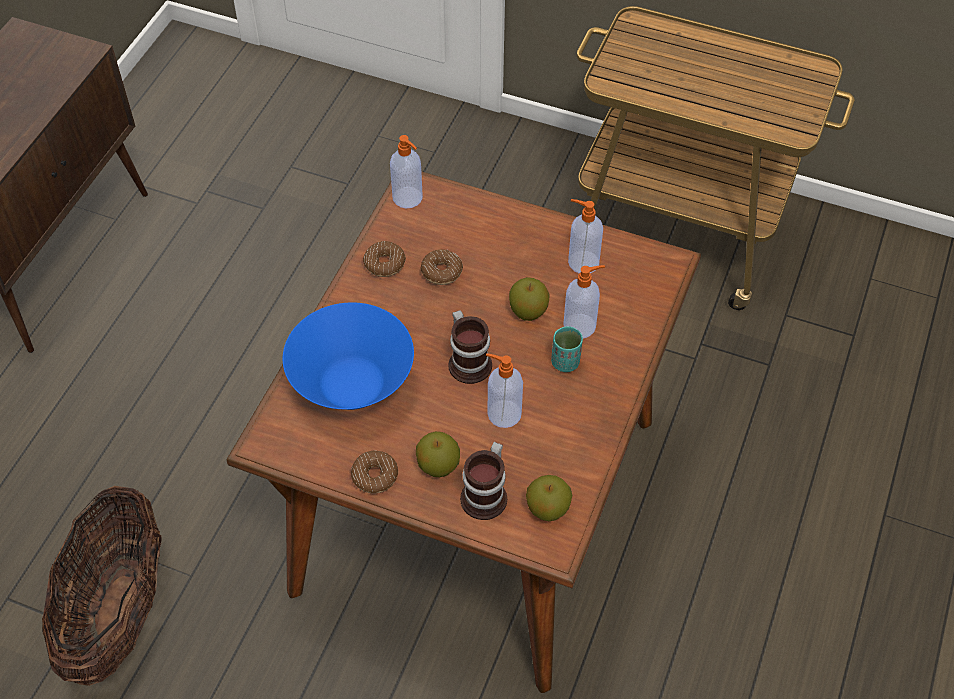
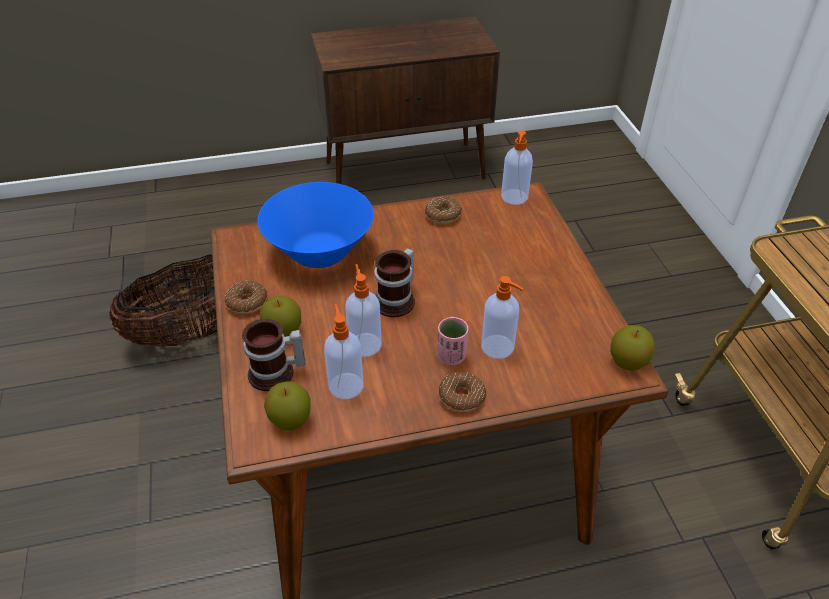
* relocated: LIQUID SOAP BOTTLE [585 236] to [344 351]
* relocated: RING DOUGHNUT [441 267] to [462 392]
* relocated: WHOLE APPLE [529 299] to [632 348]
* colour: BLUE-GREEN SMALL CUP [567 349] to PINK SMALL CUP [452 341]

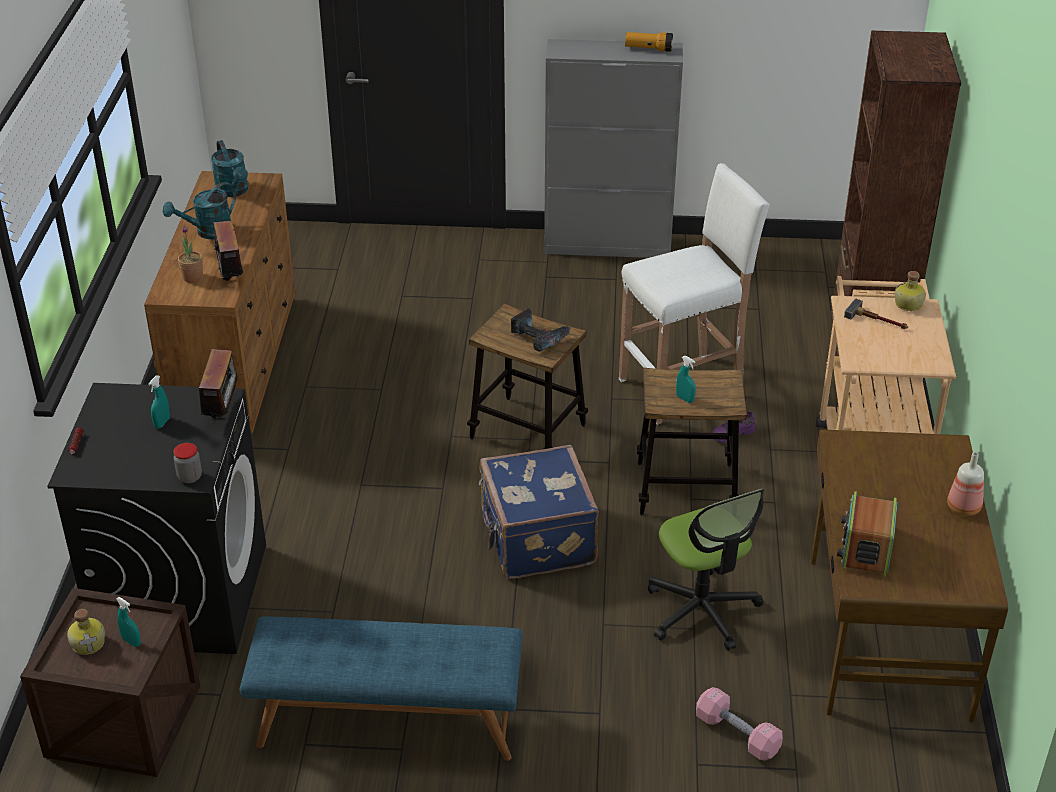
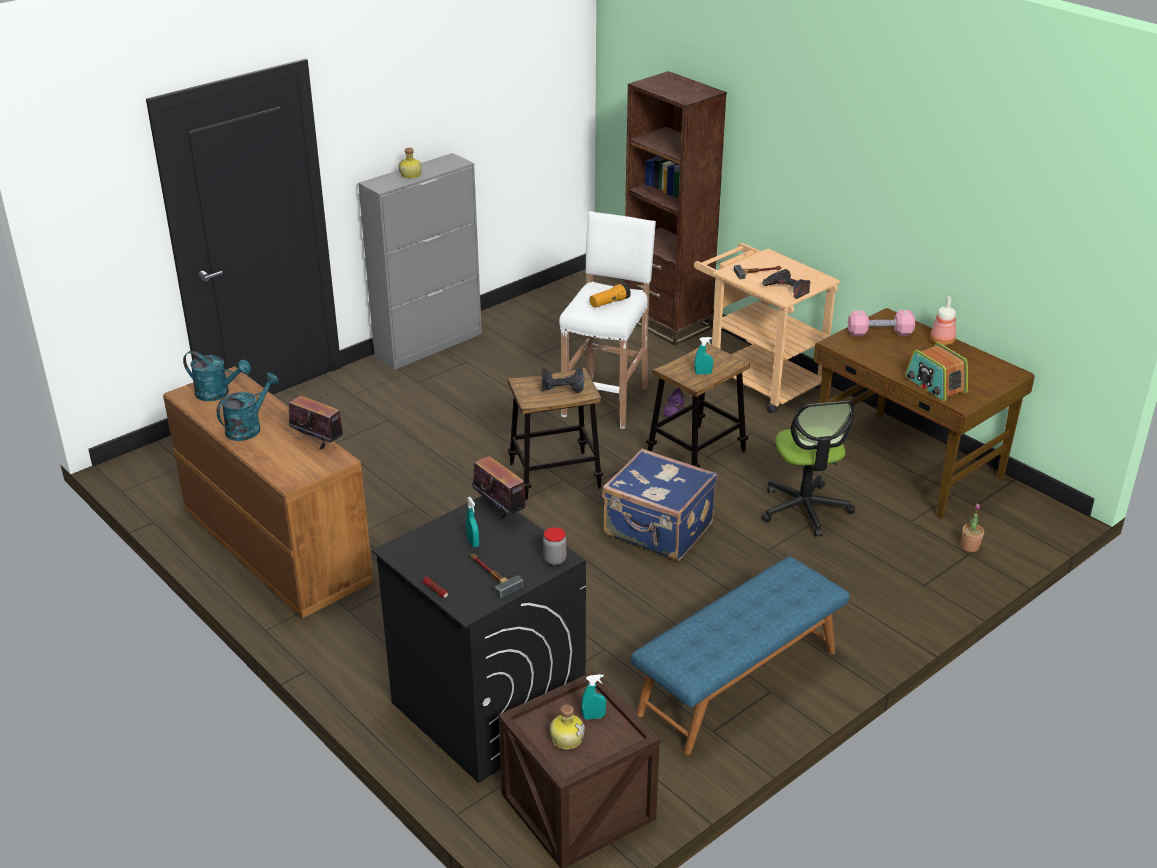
* relocated: FLASHLIGHT [649 42] to [610 295]
* spun: BLUE-GREEN SPRINKLING CAN [199 210] = [248 407] 150 degrees counterclockwise
* relocated: HOUSEPLANT [190 254] to [972 528]
* relocated: BEVERAGE BOTTLE [910 291] to [410 163]
* spun: DESK CHAIR [706 570] = [808 469] 60 degrees clockwise
* relocated: PINK DUMBBELL [739 724] to [881 323]
* appeared: ELECTRIC DRILL [786 284]
* appeared: TOOL HAMMER [497 576]

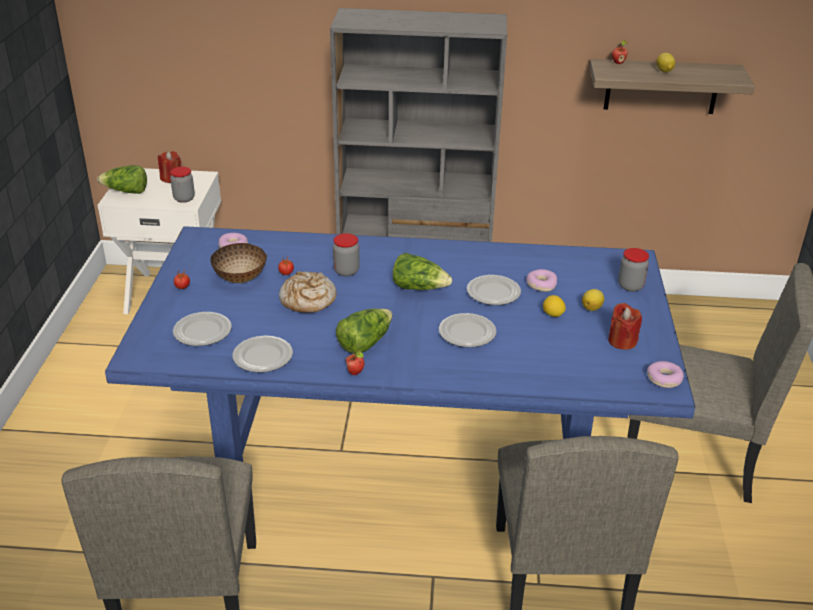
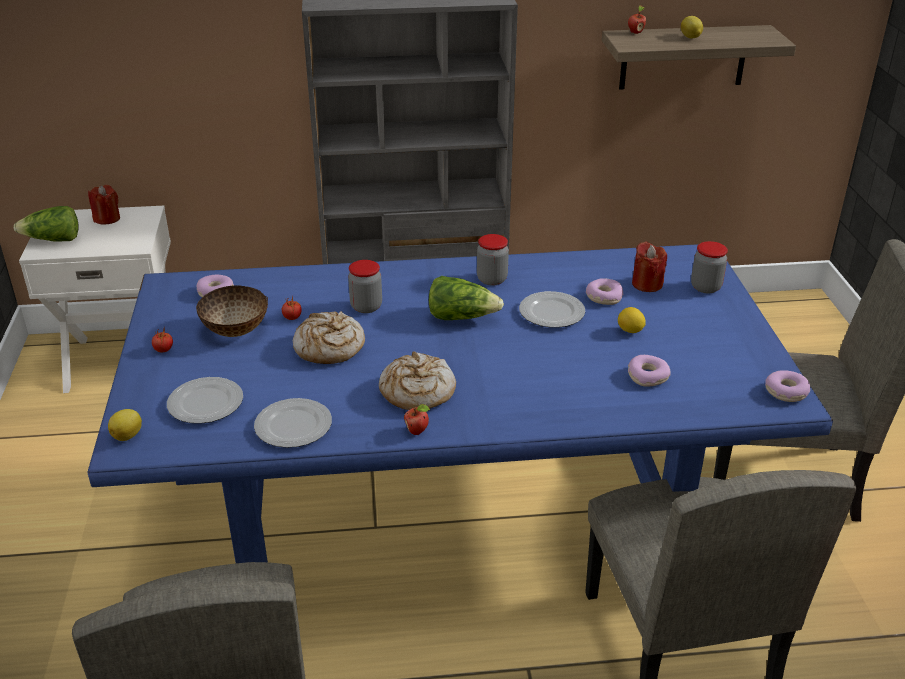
* relocated: PRESERVE JAR [182 185] to [493 260]
* relocated: LEMON [593 300] to [125 425]
* relocated: RED-COLOURED WAX CANDLE [625 326] to [649 267]
* exchanged: LETTUCE HEAD [364 331] to BREAD [417 380]
* missing: PLATE [468 330]
* appeared: RING DOUGHNUT [649 371]

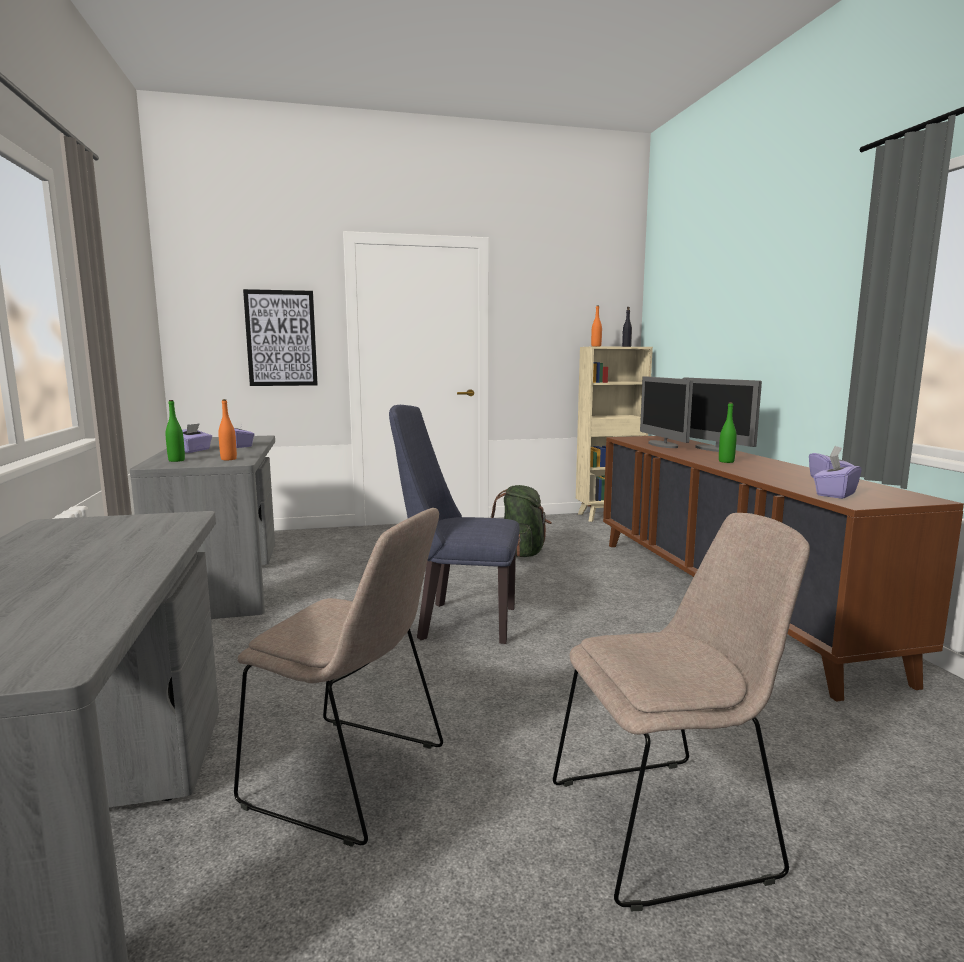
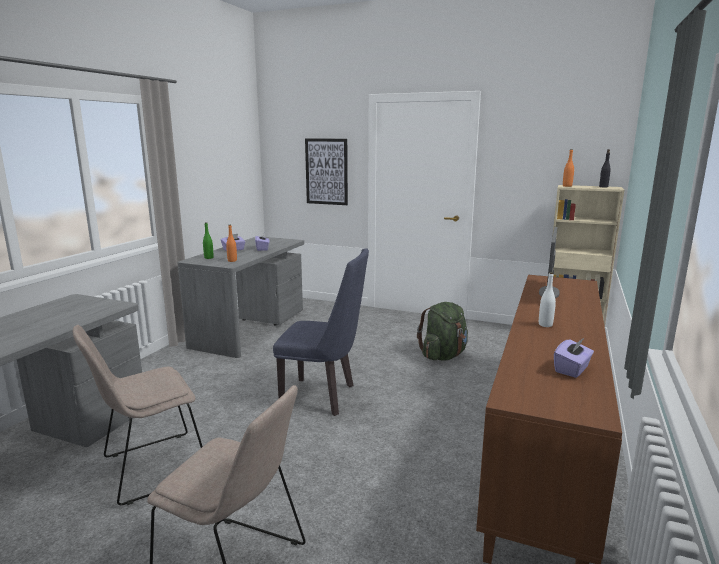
* missing: COMPUTER DISPLAY [722 415]
* colour: GREEN BEVERAGE BOTTLE [728 432] to WHITE BEVERAGE BOTTLE [547 299]
* spun: BLUE CHAIR [454 524] = [321 332] 150 degrees clockwise
* missing: PURPLE BOX OF TISSUES [838 477]
* spun: BEIGE-COLOURED CHAIR [338 677] = [138 415] 90 degrees clockwise

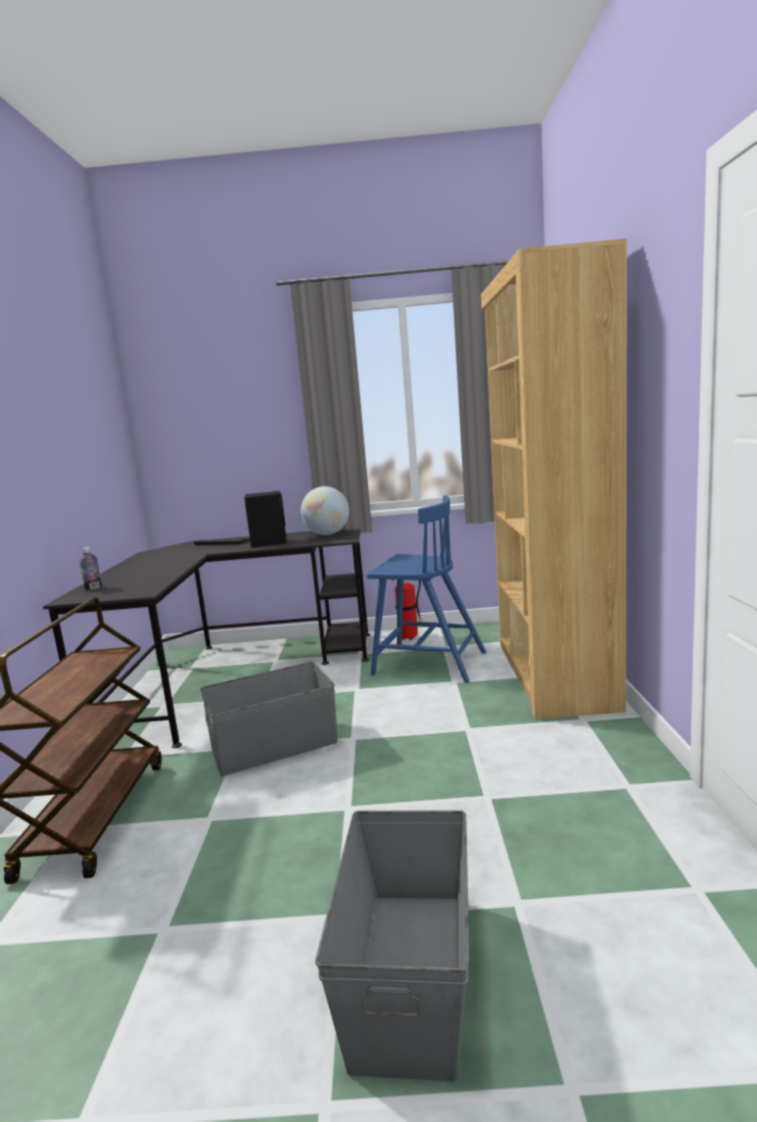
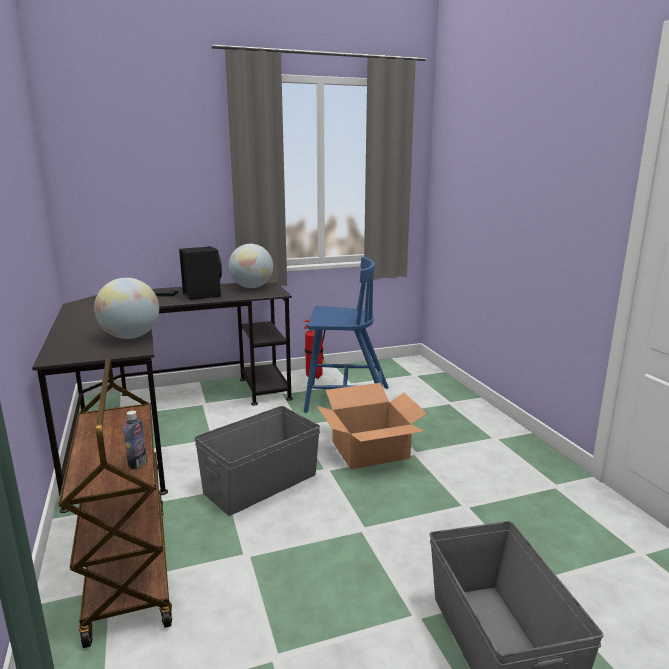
* missing: BROWNISH BOOKSHELF [554 479]
* relocated: BEVERAGE BOTTLE [91 568] to [135 440]
* appeared: GLOBE [126 308]
* appeared: CARDBOARD BOX [372 426]

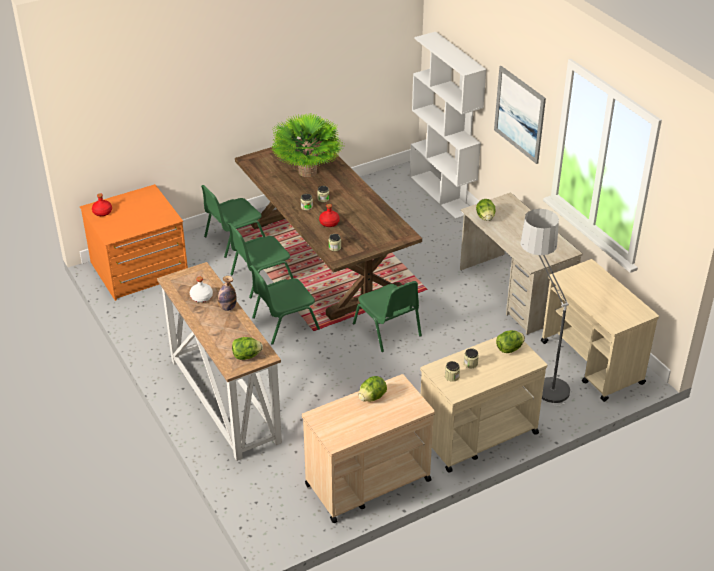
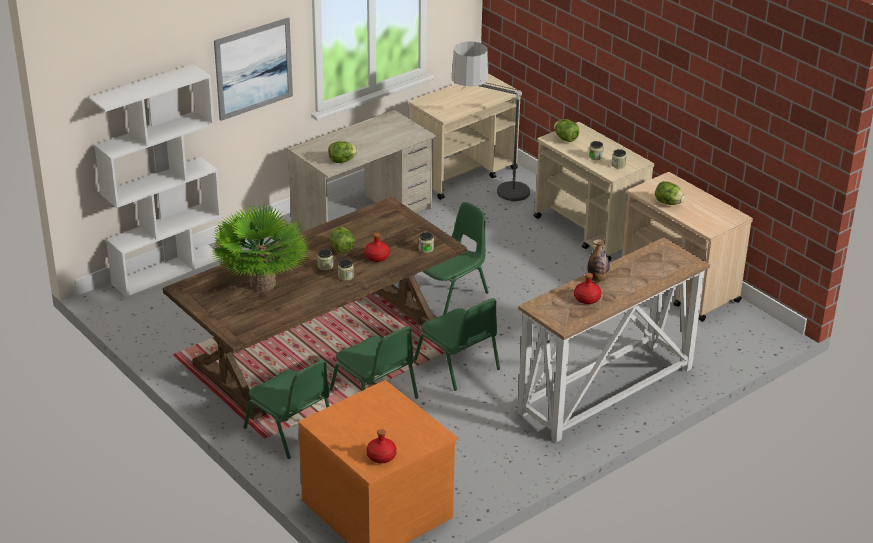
* colour: WHITE BEVERAGE BOTTLE [201 289] to RED-COLOURED BEVERAGE BOTTLE [587 288]
* relocated: LETTUCE HEAD [247 348] to [342 240]

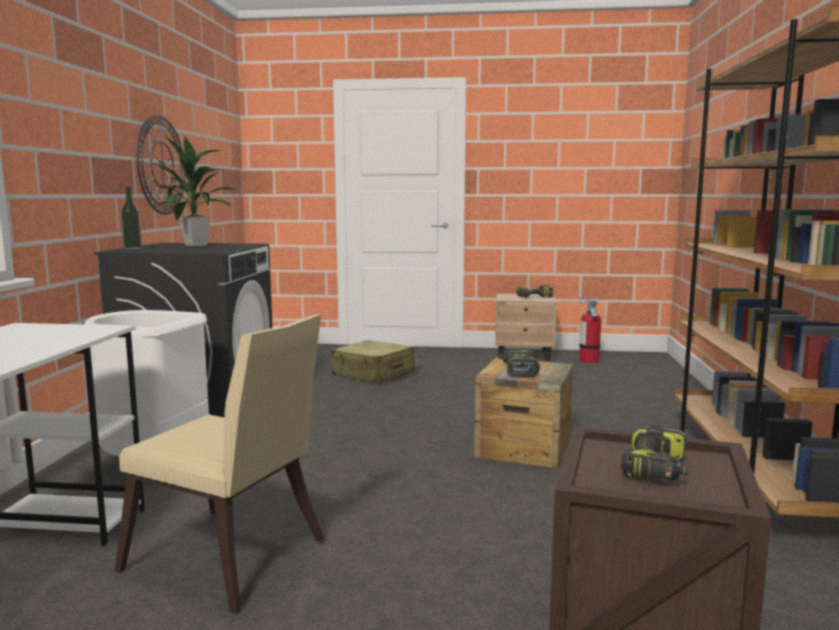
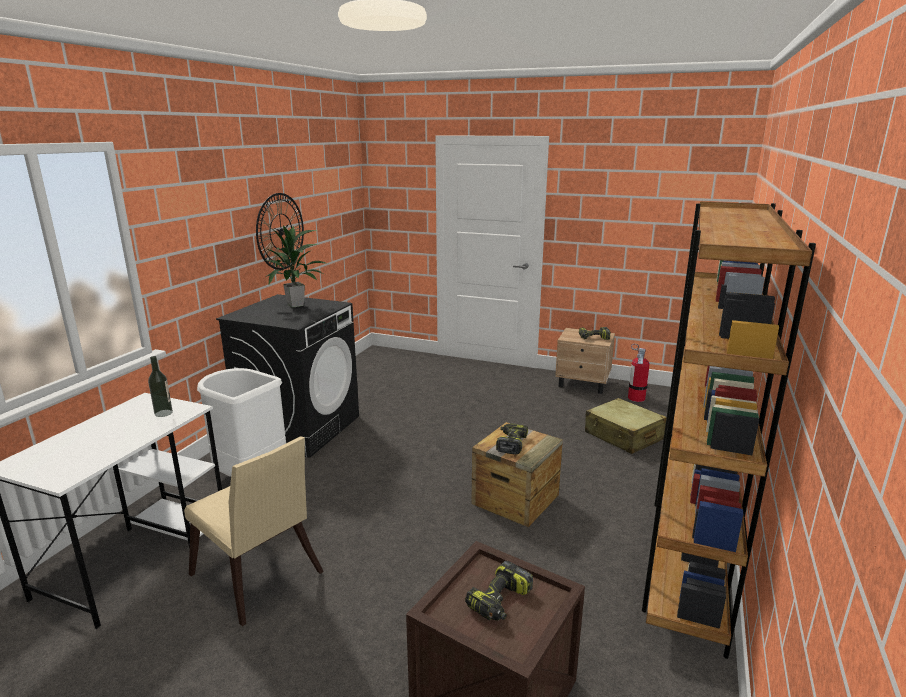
* relocated: BEVERAGE BOTTLE [131 217] to [160 386]
* relocated: BEIGE-COLOURED TRAVEL CASE [373 361] to [626 426]

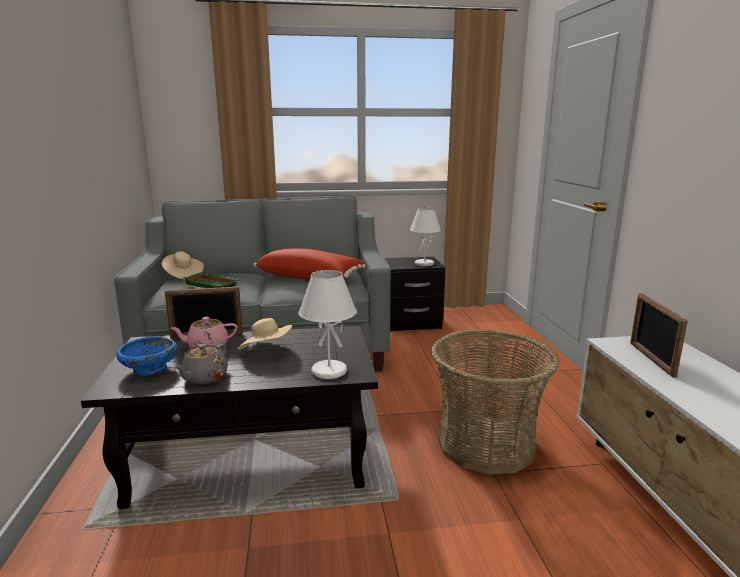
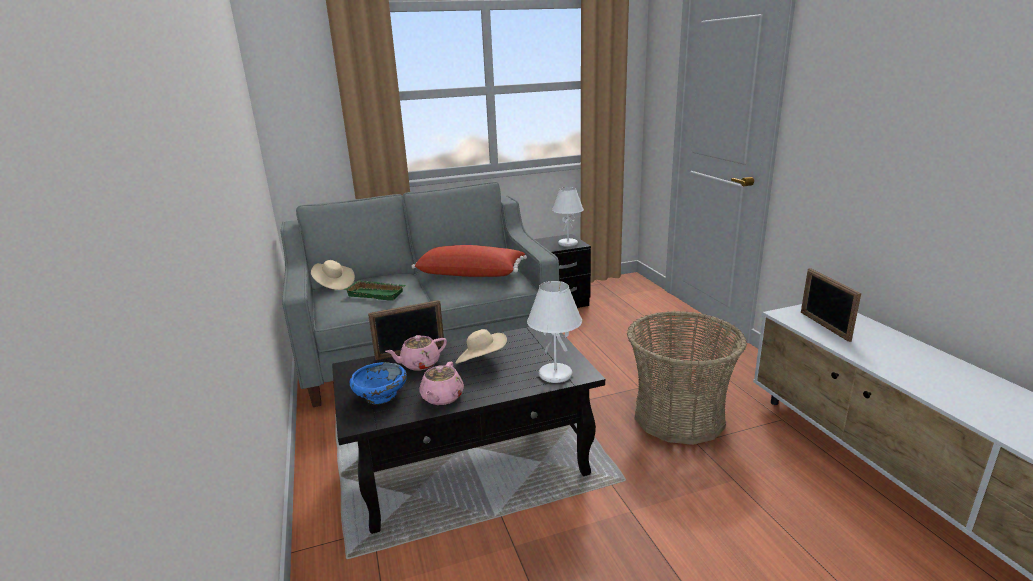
* colour: GREY TEAPOT [201 364] to PINK TEAPOT [441 383]

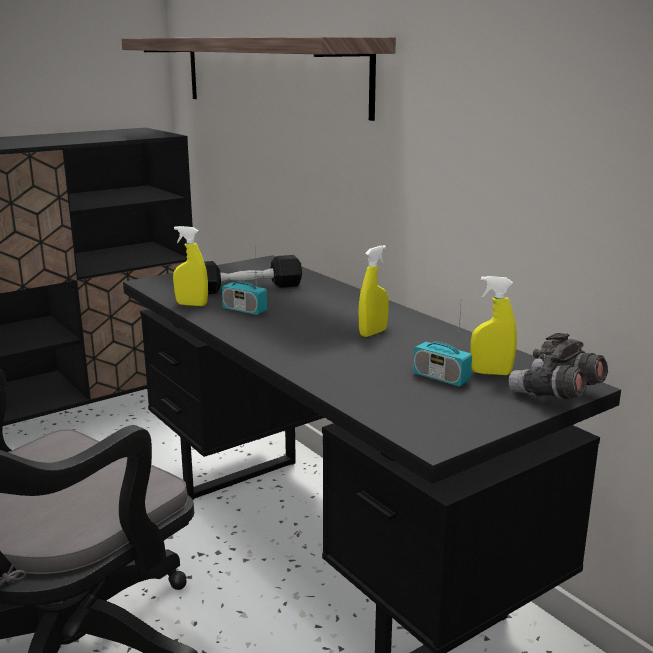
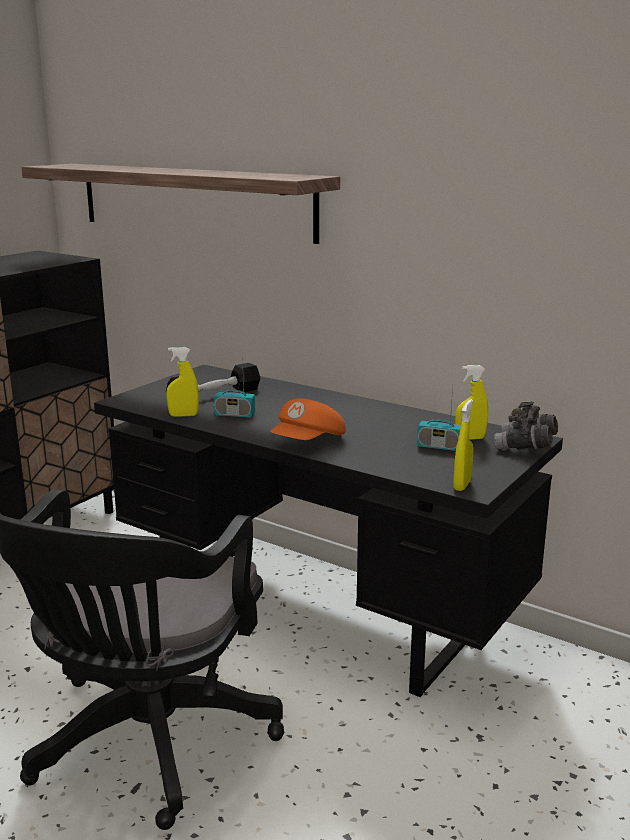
* relocated: YELLOW-COLOURED SPRAY BOTTLE [374 291] to [463 445]
* appeared: ORANGE-COLOURED PEAKED CAP [308 419]

